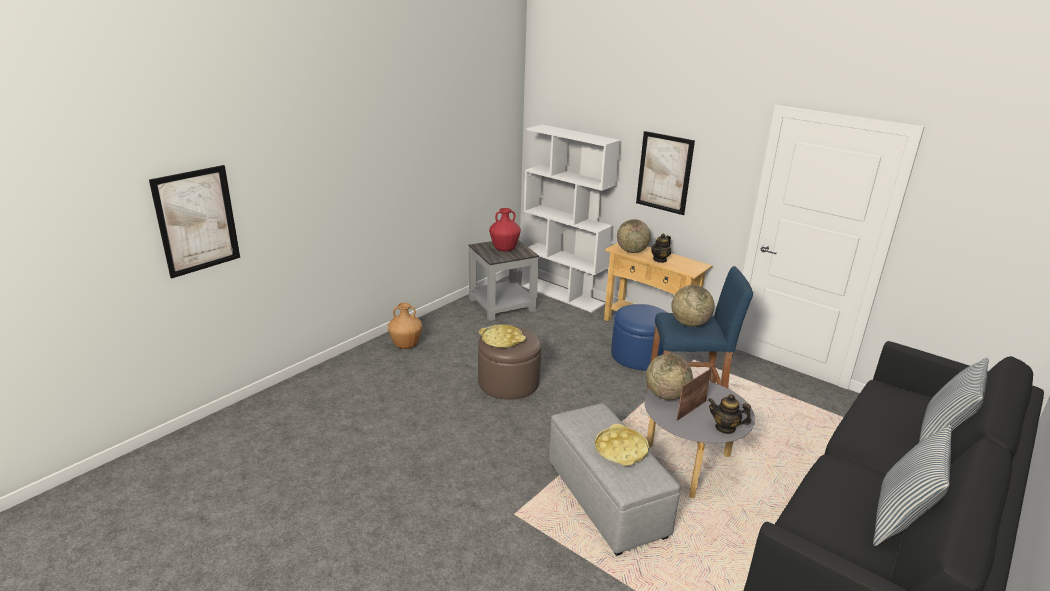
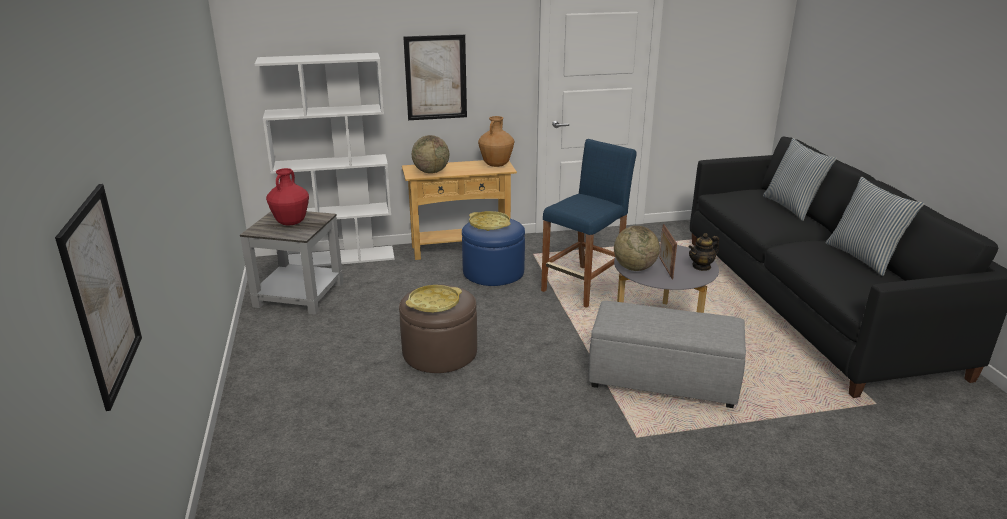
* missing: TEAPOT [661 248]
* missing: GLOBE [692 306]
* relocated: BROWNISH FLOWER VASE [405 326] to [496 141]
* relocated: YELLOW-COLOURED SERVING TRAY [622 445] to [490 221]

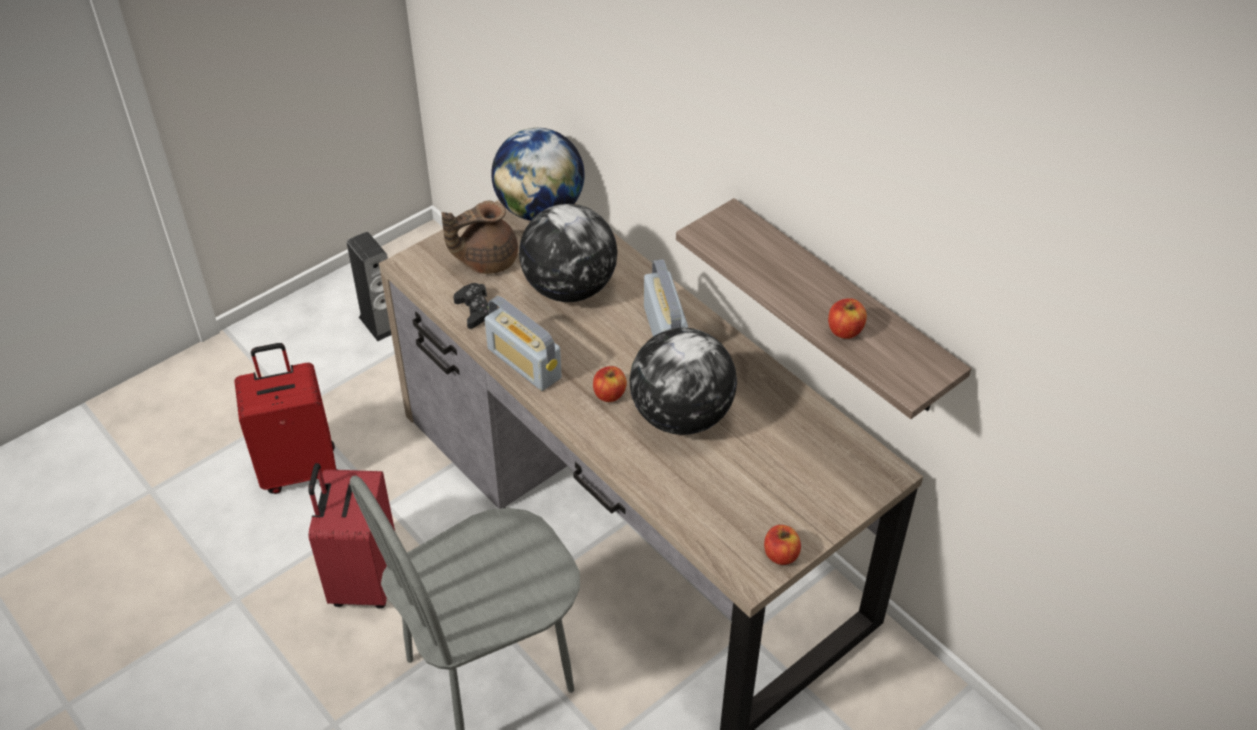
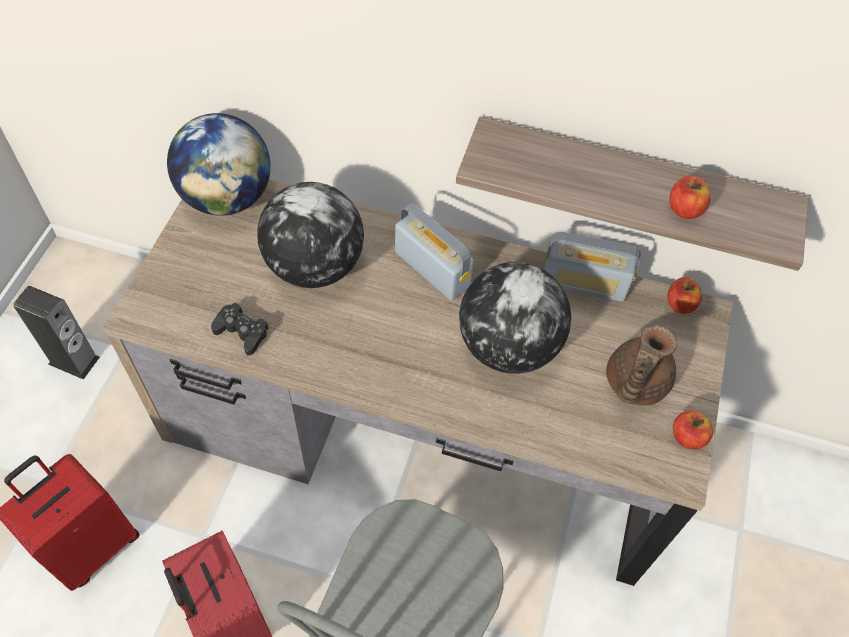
* relocated: BROWNISH TEAPOT [480 237] to [641 365]
* relocated: RADIO [523 343] to [592 267]
* relocated: WHOLE APPLE [610 384] to [684 295]

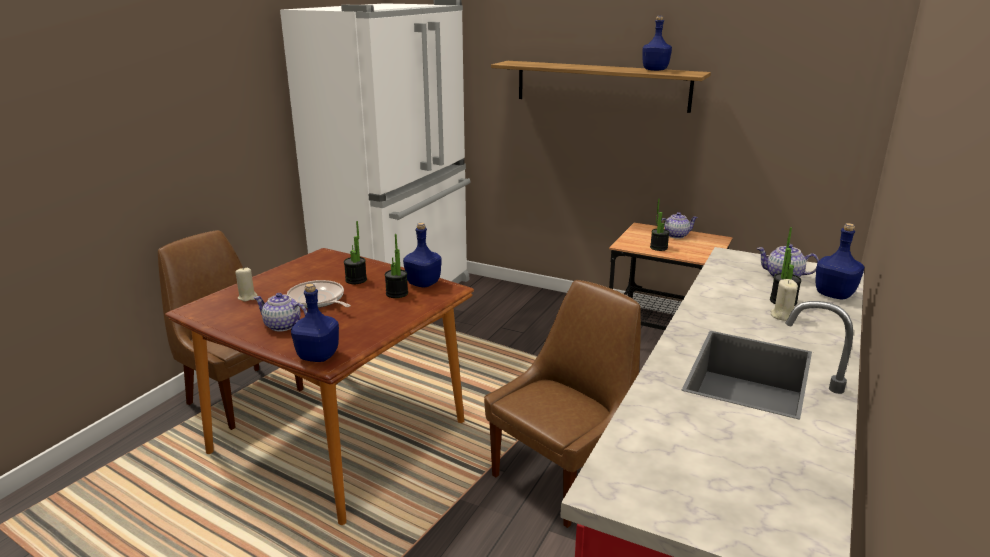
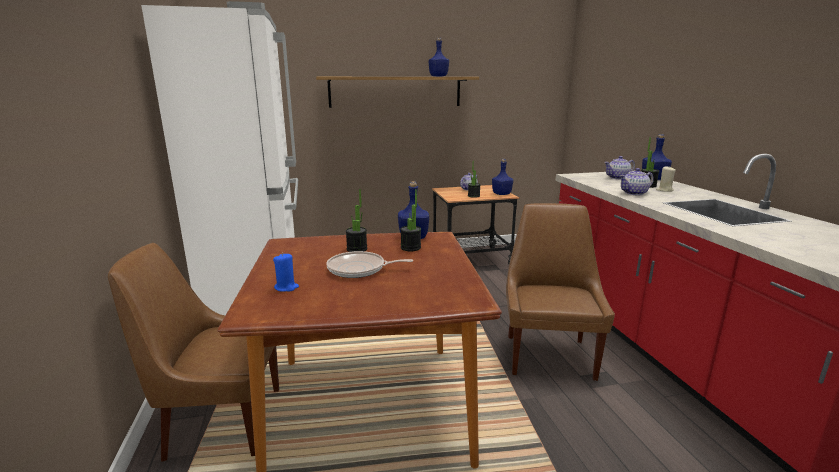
* colour: BEIGE-COLOURED WAX CANDLE [246 284] to BLUE WAX CANDLE [286 272]
* relocated: BLUE BEVERAGE BOTTLE [315 322] to [502 177]
* relocated: TEAPOT [280 312] to [636 181]

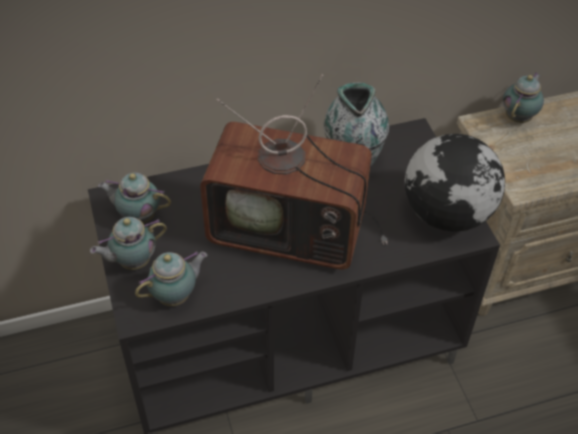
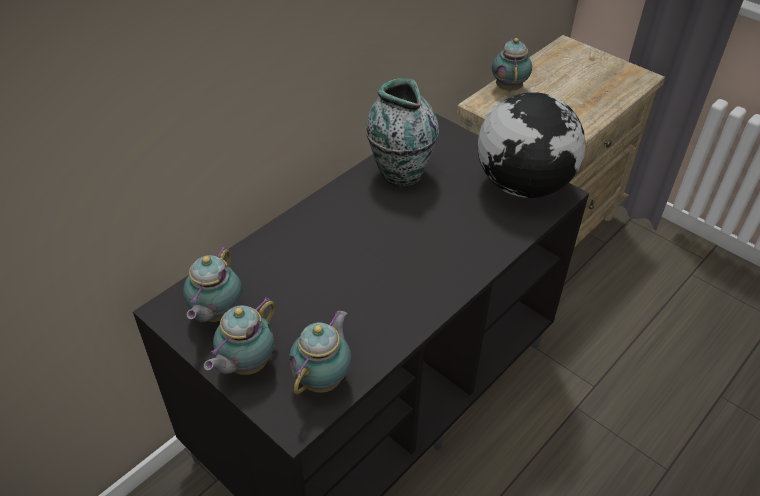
* missing: TV SET [294 172]
* spun: TEAPOT [134 198] = [212 284] 60 degrees counterclockwise

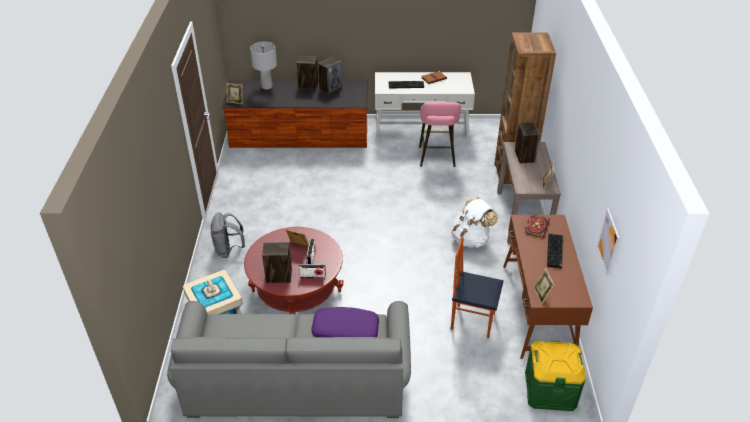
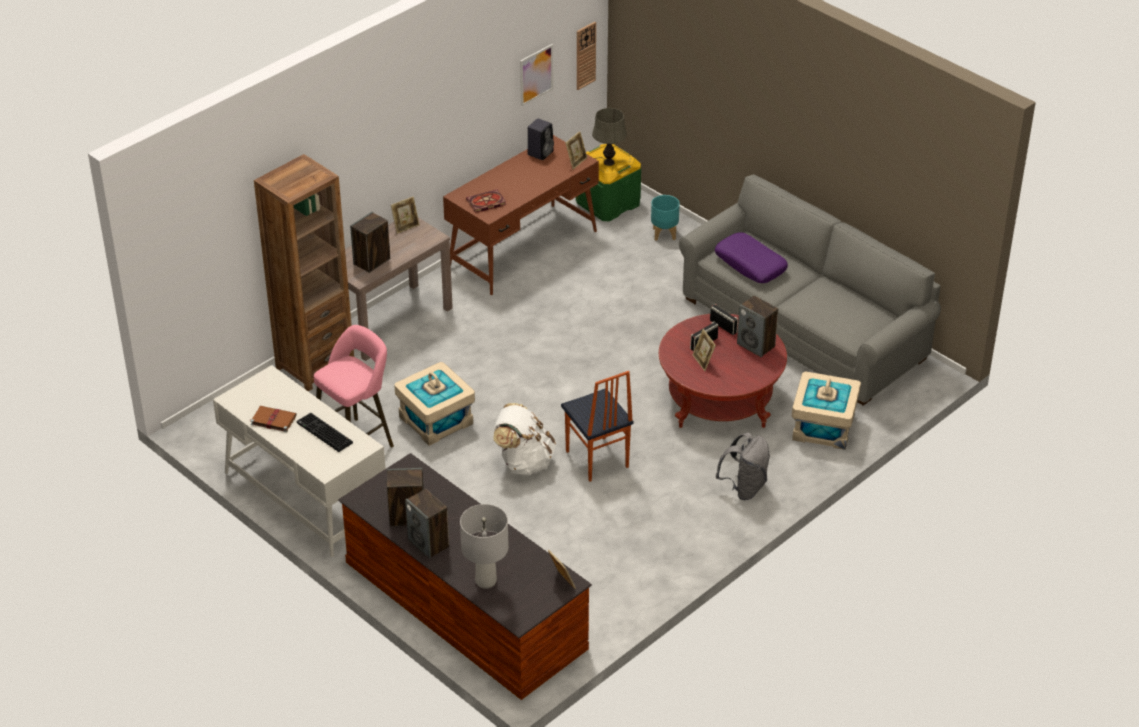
* relocated: WHITE RUCKSACK [474 223] to [524 439]
* missing: KEYBOARD [555 251]
* relocated: CHAIR [477 287] to [597 426]
* appeared: CLOCK ON THE WALL [586 56]
* appeared: GREY TABLE LAMP [609 137]
* appeared: BLACK AUDIO SPEAKER [541 139]
* appeared: BLUE-GREEN PLANTER [665 218]
* appeared: BEIGE-COLOURED STORAGE BIN [434 404]

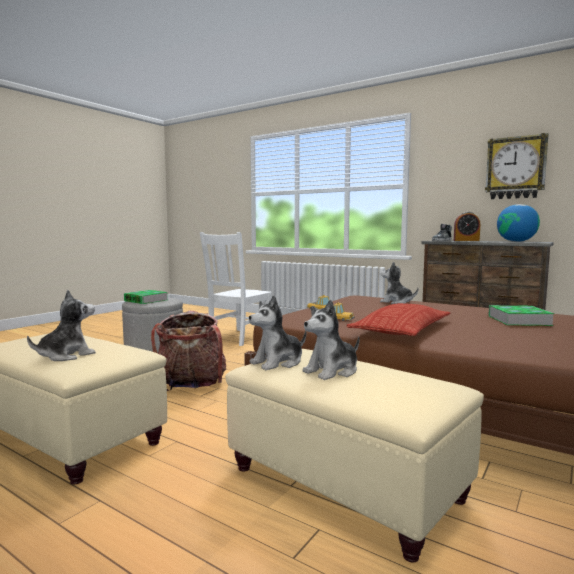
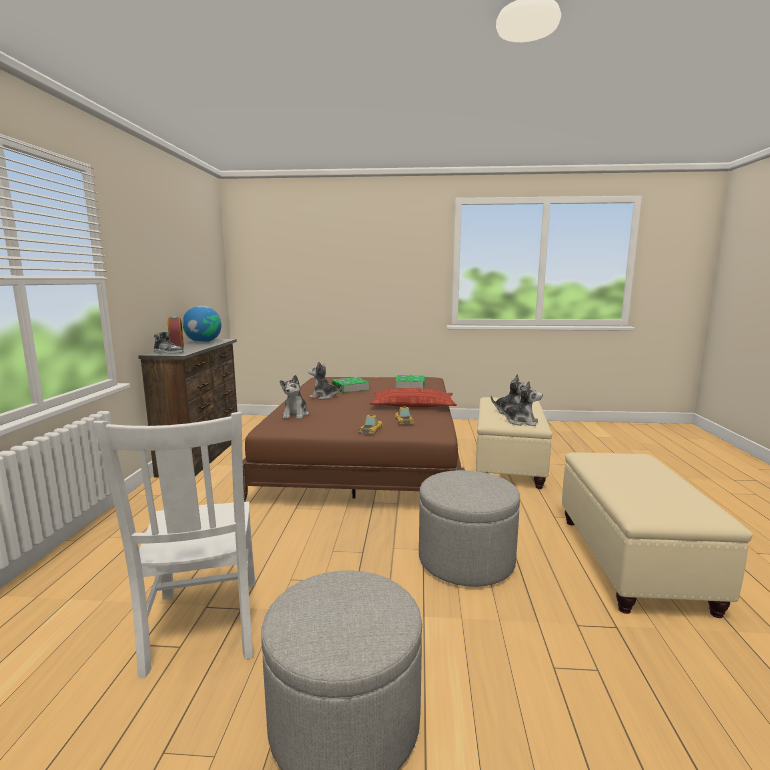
* missing: CLOCK ON THE WALL [516 166]
* spun: WHITE CHAIR [236 289] = [174 545] 75 degrees clockwise
* relocated: PLUSH TOY [61 325] to [325 380]
* relocated: BOUND BOOK [146 297] to [410 382]
* exchanged: RUCKSACK [188 351] to GREY OTTOMAN [469 528]

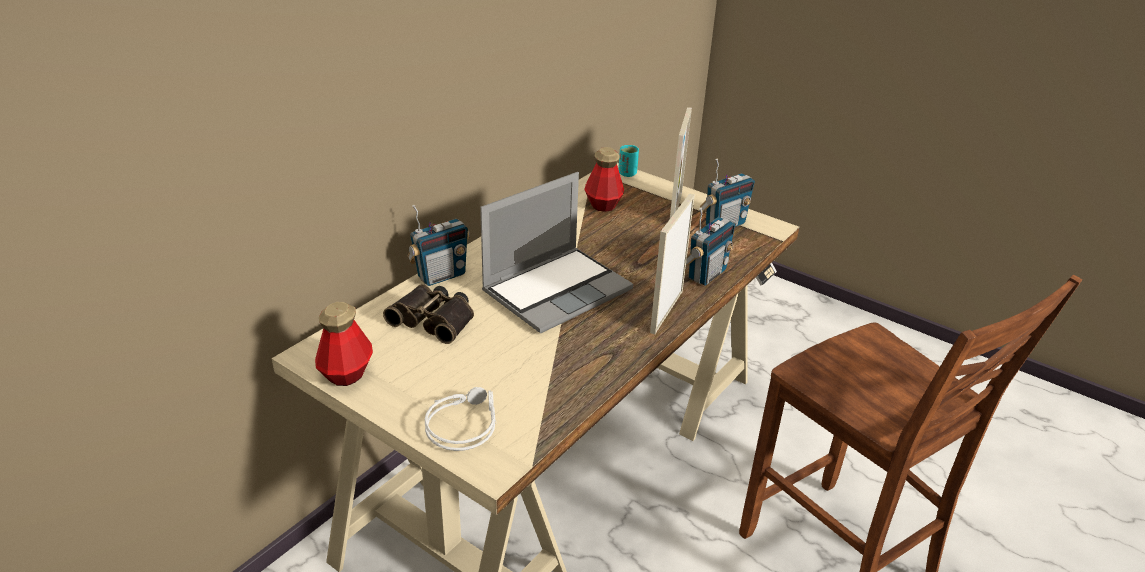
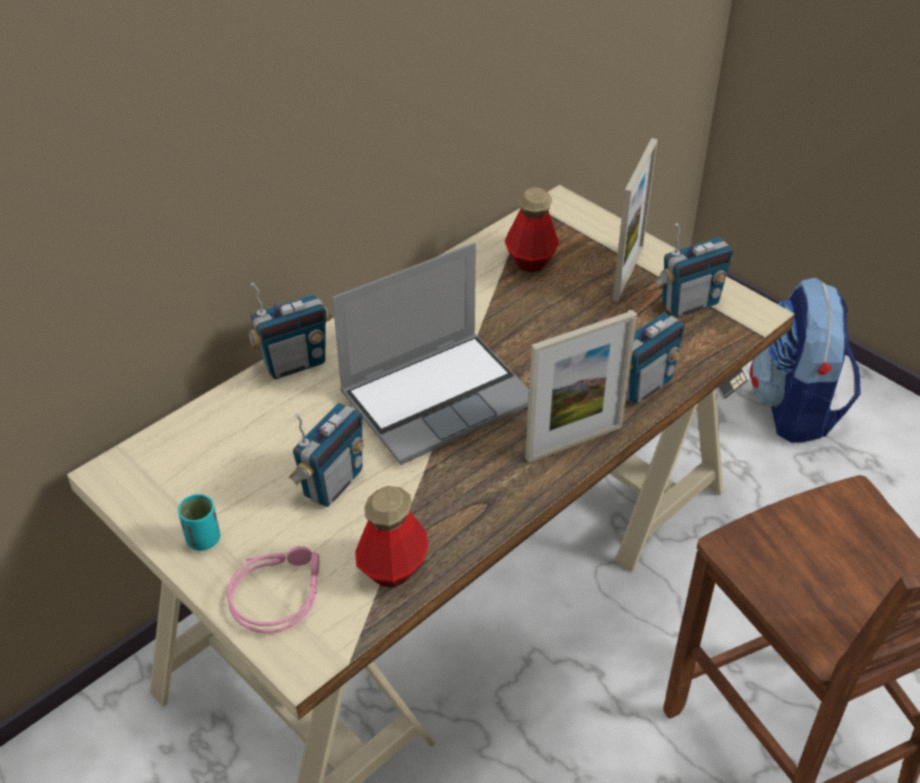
* relocated: BLUE-GREEN SMALL CUP [628 161] to [199 522]
* spun: PHOTO FRAME [672 263] = [581 386] 150 degrees counterclockwise
* missing: BINOCULARS [428 314]
* relocated: BEVERAGE BOTTLE [344 344] to [391 536]
* colour: GREY PAIR OF HEADPHONES [461 419] to PINK PAIR OF HEADPHONES [273 589]
* appeared: RUCKSACK [805 360]
* appeared: RADIO [326 455]

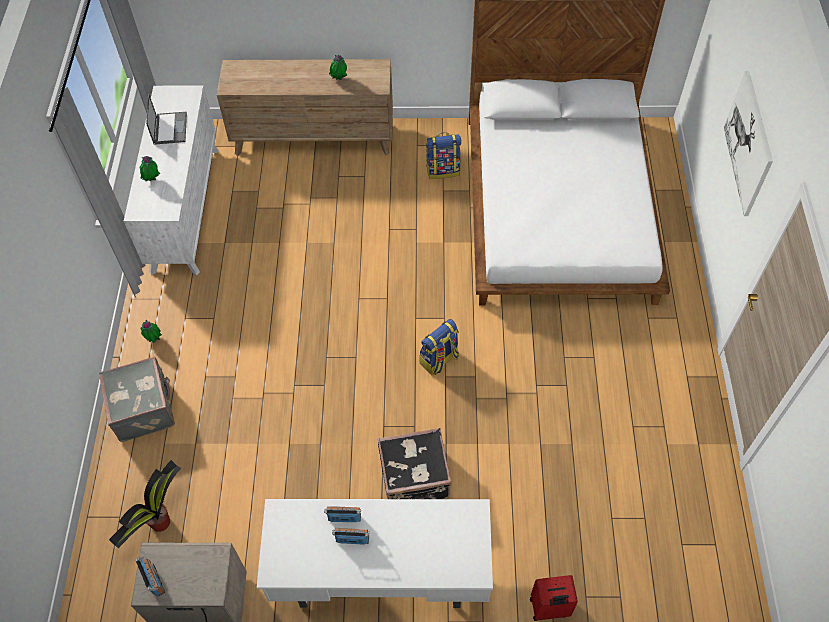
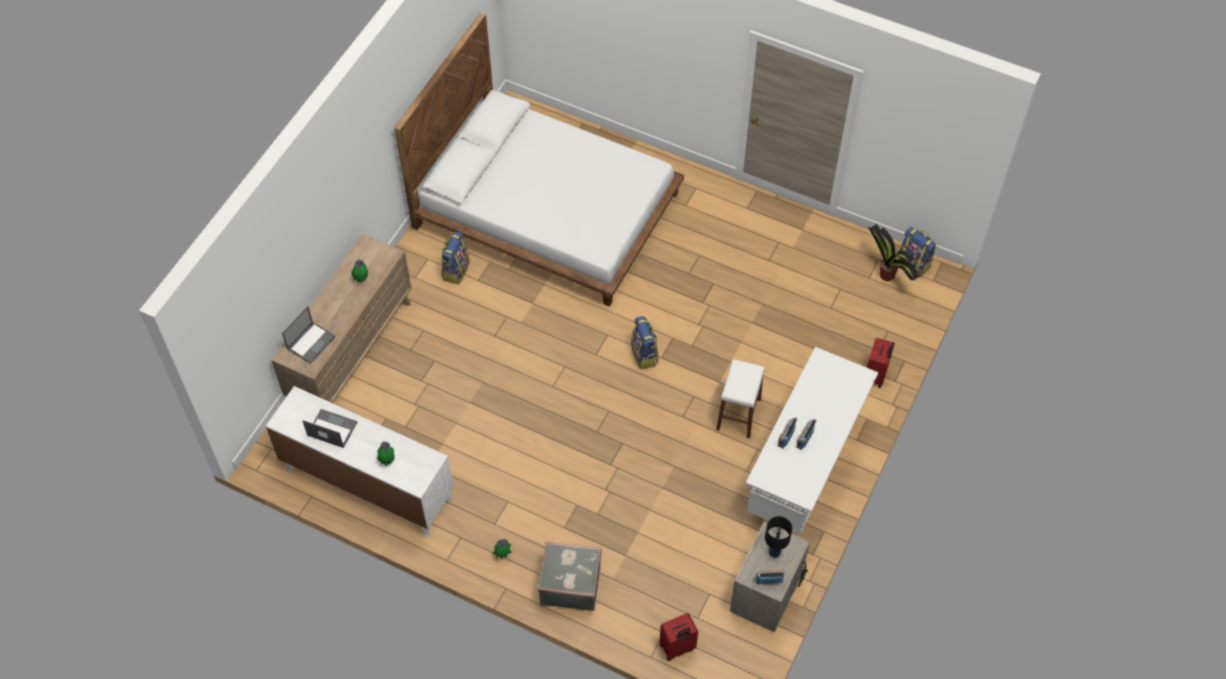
* missing: WALL ART [748 143]
* exchanged: BLACK TRAVEL CASE [414 463] to WHITE SITTING STOOL [740 398]
* relocated: HOUSEPLANT [145 504] to [894 252]
* appeared: RUCKSACK [916 252]
* appeared: NOTEBOOK COMPUTER [309 335]
* appeared: BLACK TABLE LAMP [778 537]
* appeared: RED-COLOURED TRAVEL CASE [679 637]

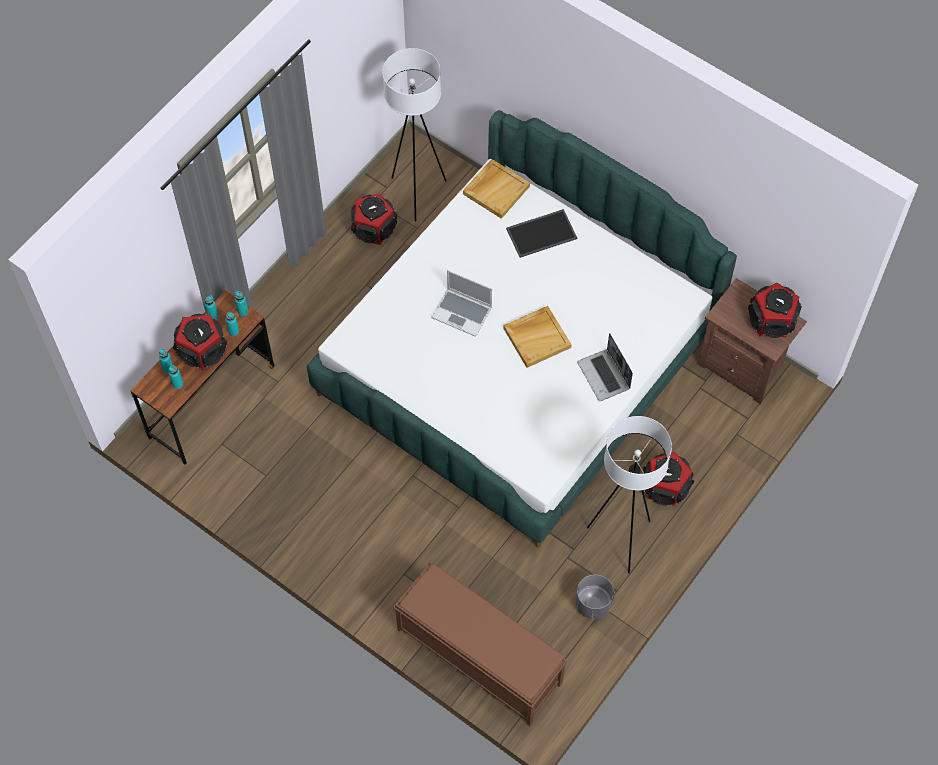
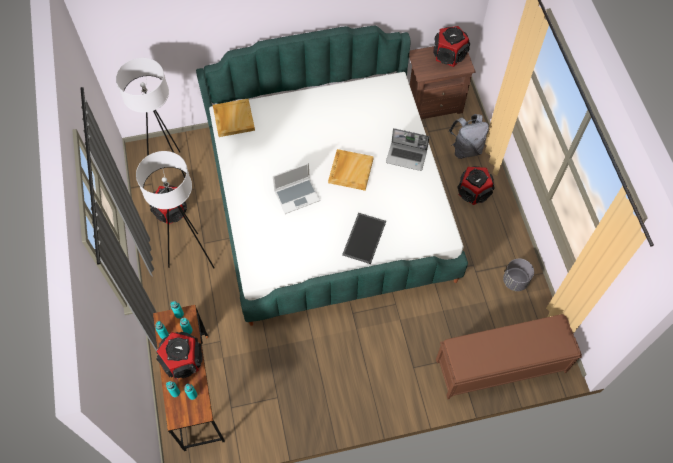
* relocated: SERVING TRAY [541 233] to [364 238]
* relocated: WHITE STANDING LAMP [629 494] to [175 209]
* appeared: GREY RUCKSACK [469 136]

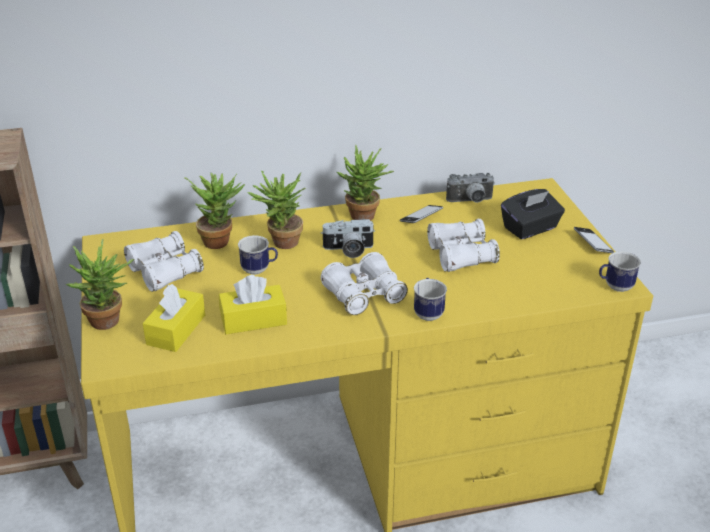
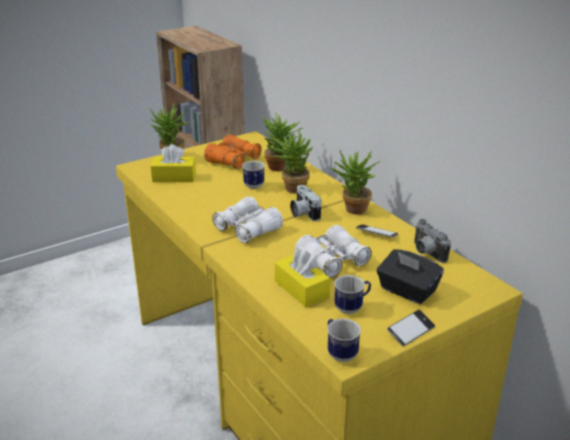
* colour: WHITE BINOCULARS [164 261] to ORANGE-COLOURED BINOCULARS [233 151]
* relocated: YELLOW-COLOURED BOX OF TISSUES [253 304] to [302 278]
* relocated: TEA MUG [430 299] to [352 294]

